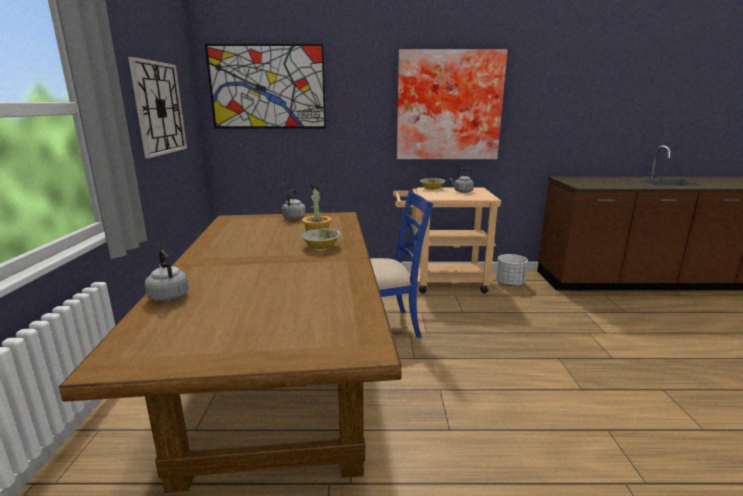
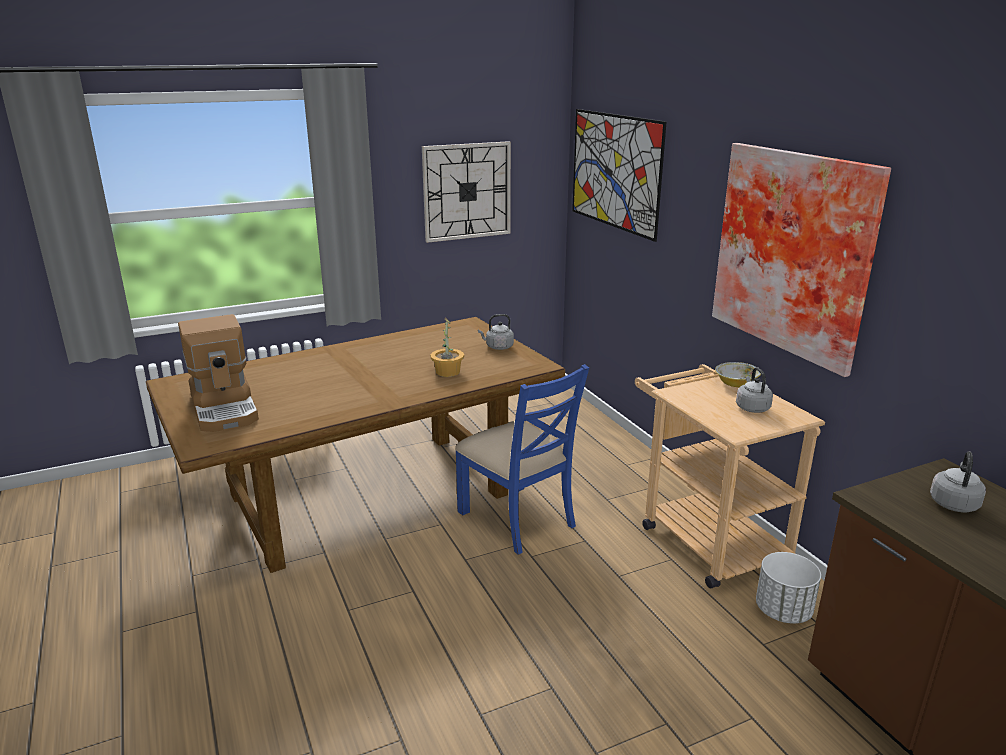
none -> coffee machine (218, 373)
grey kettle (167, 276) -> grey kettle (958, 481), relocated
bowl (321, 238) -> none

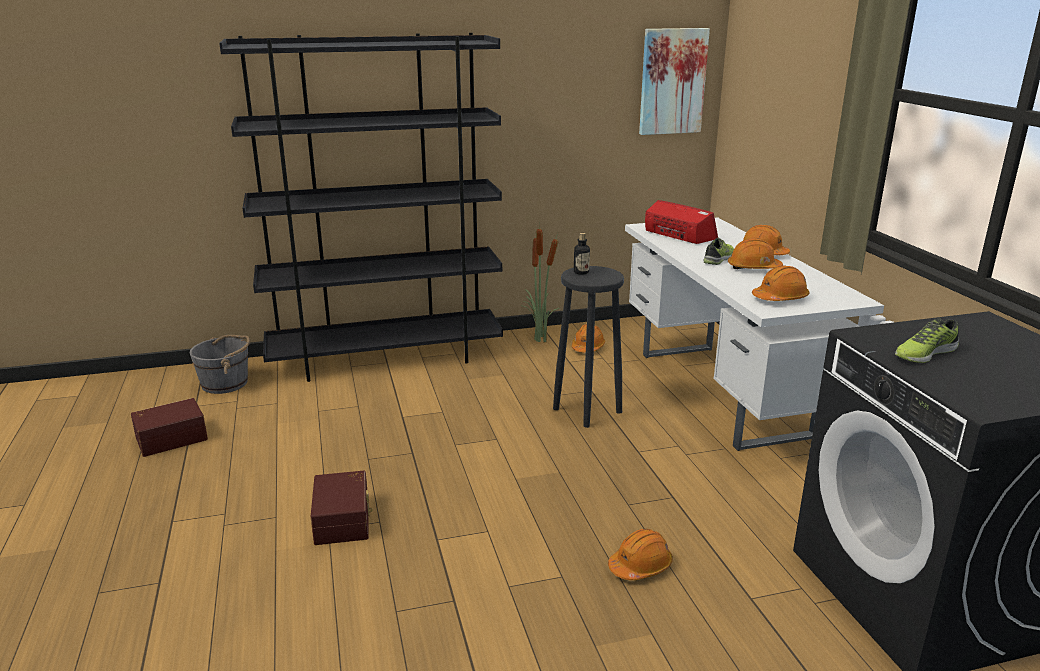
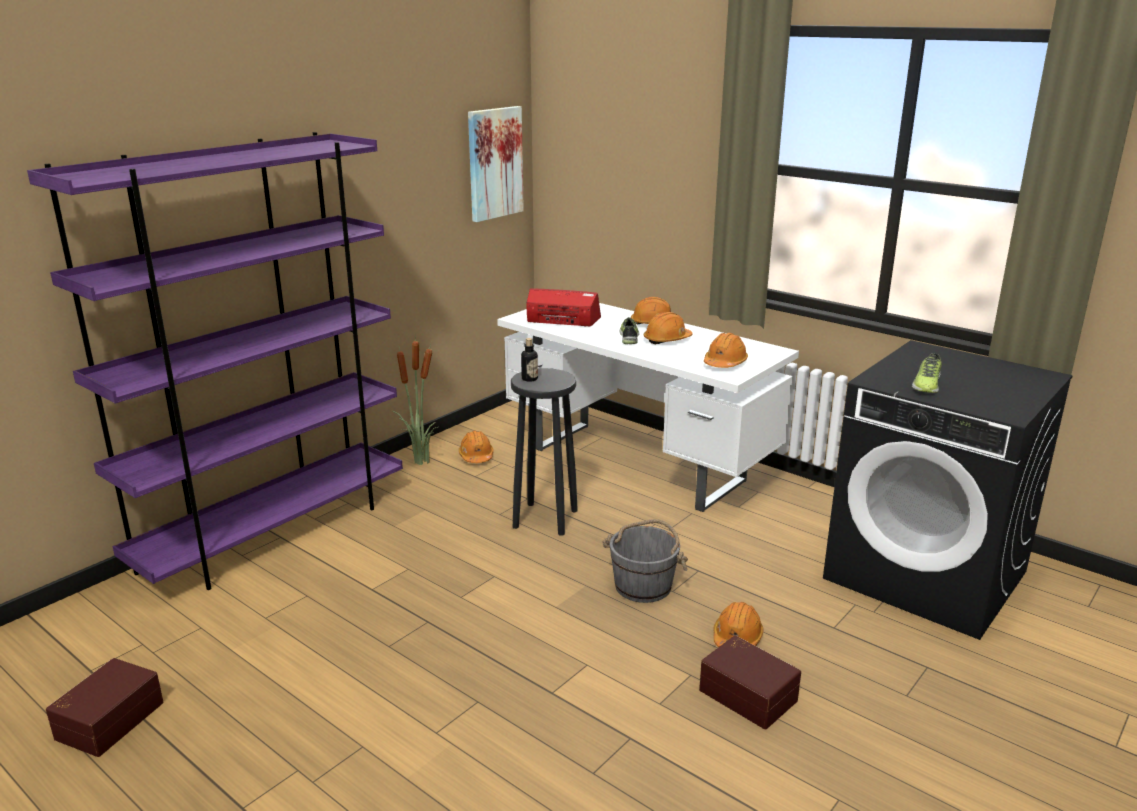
black bookcase (361, 207) -> purple bookcase (215, 361)
grey bucket (220, 364) -> grey bucket (645, 561), relocated
brown storage box (341, 508) -> brown storage box (750, 682), relocated

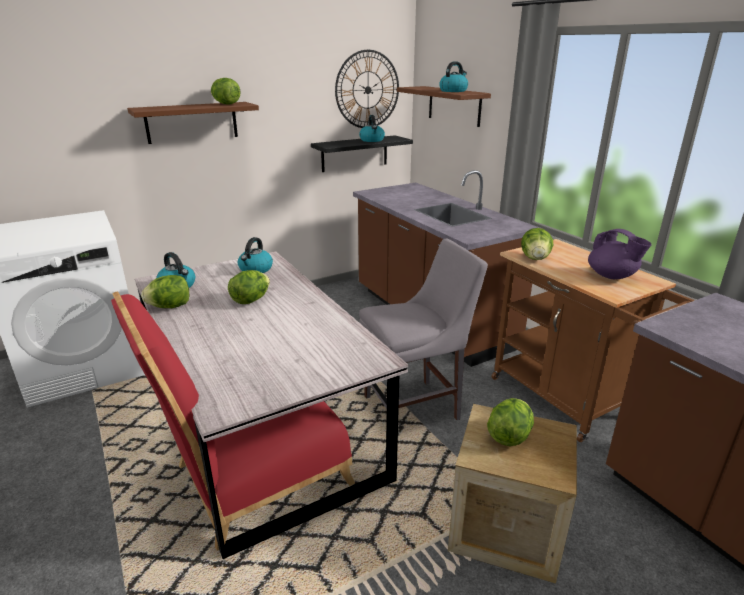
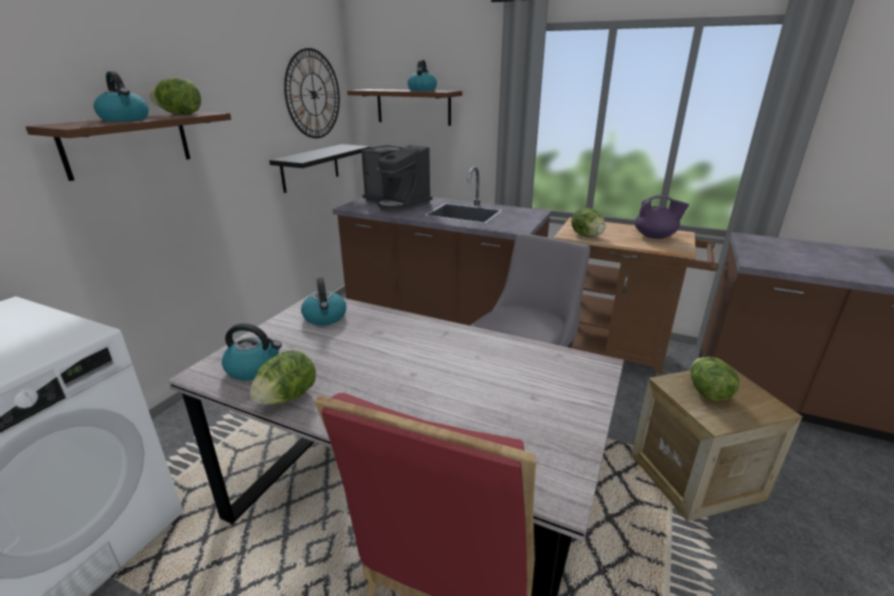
kettle (372, 128) -> kettle (121, 96), relocated
none -> coffee machine (397, 178)
lettuce (249, 287) -> none

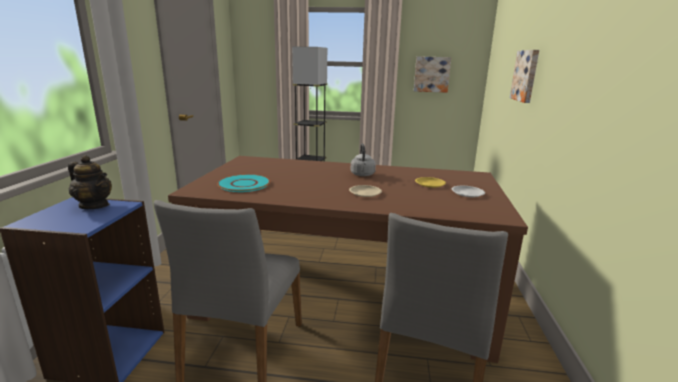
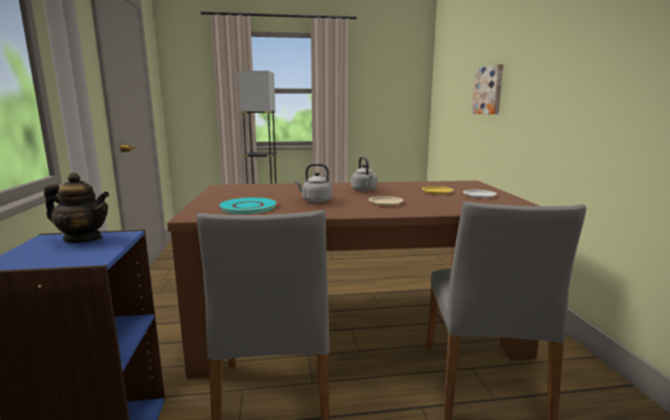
none -> grey kettle (313, 183)
picture (432, 74) -> none

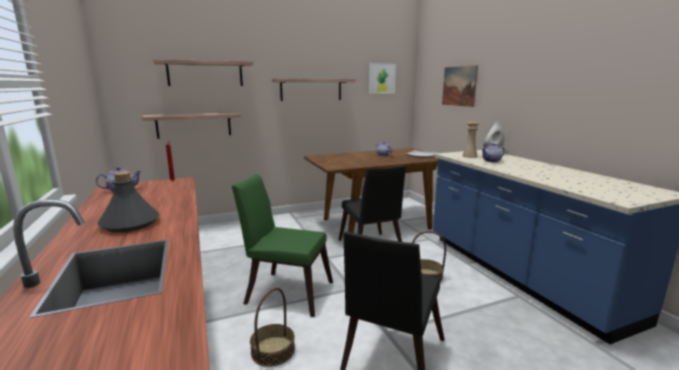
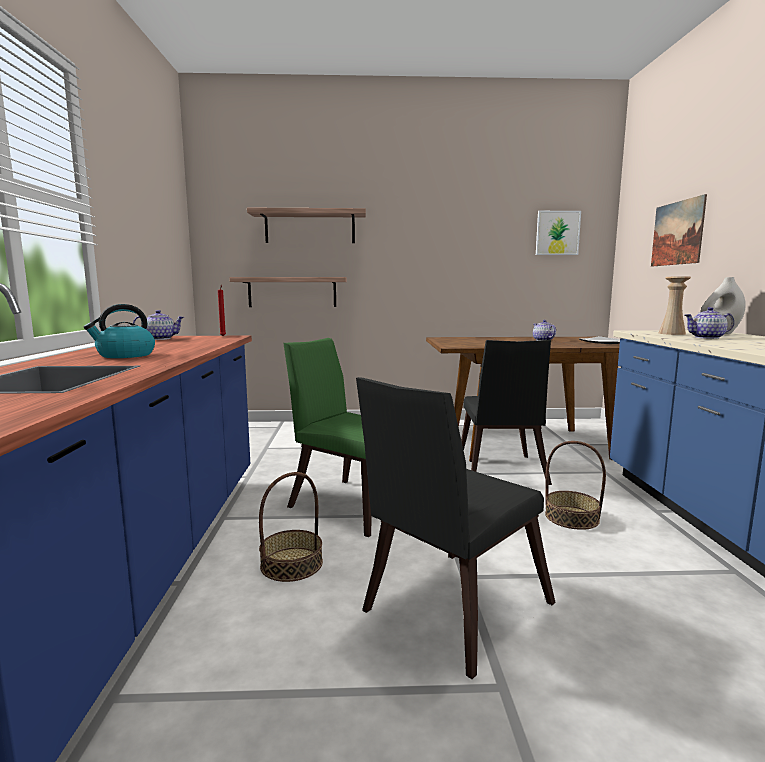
grey bottle (128, 201) -> kettle (119, 331)
shelf (313, 89) -> none

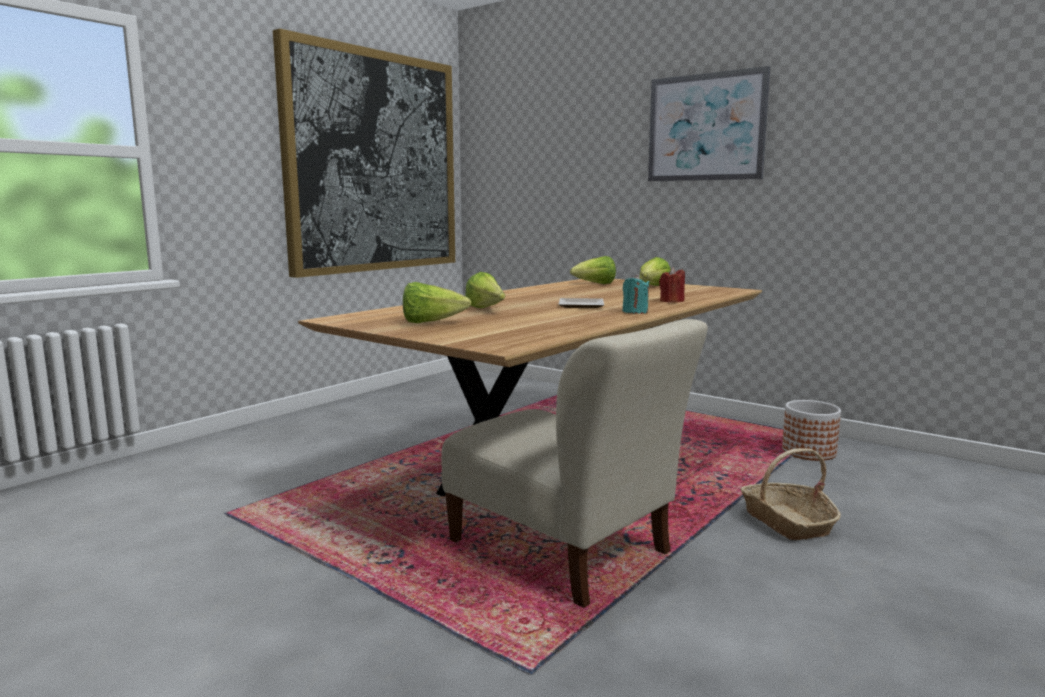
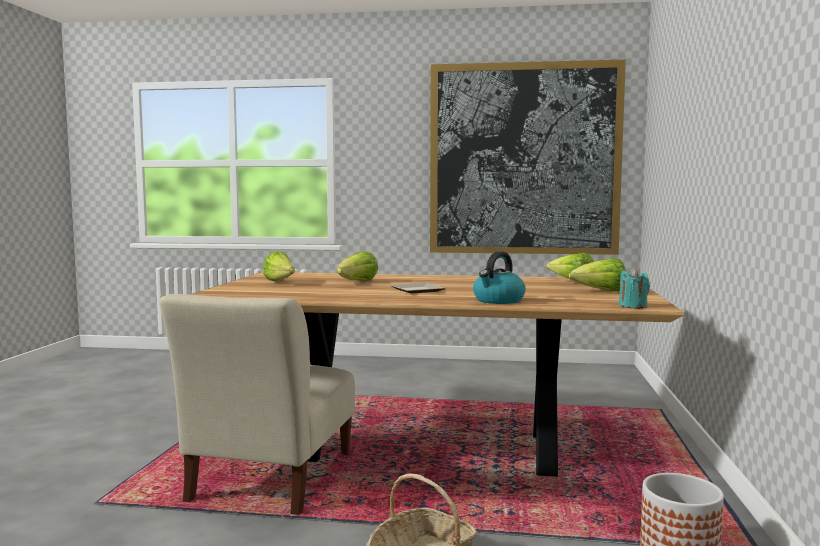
red candle (672, 284) -> kettle (499, 277)
turquoise candle (636, 294) -> turquoise candle (634, 288), relocated
picture (709, 123) -> none

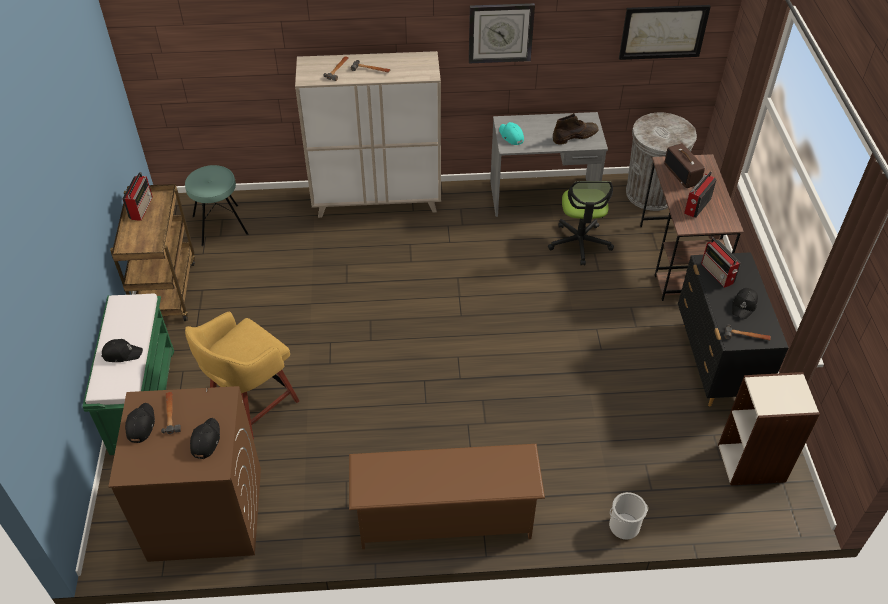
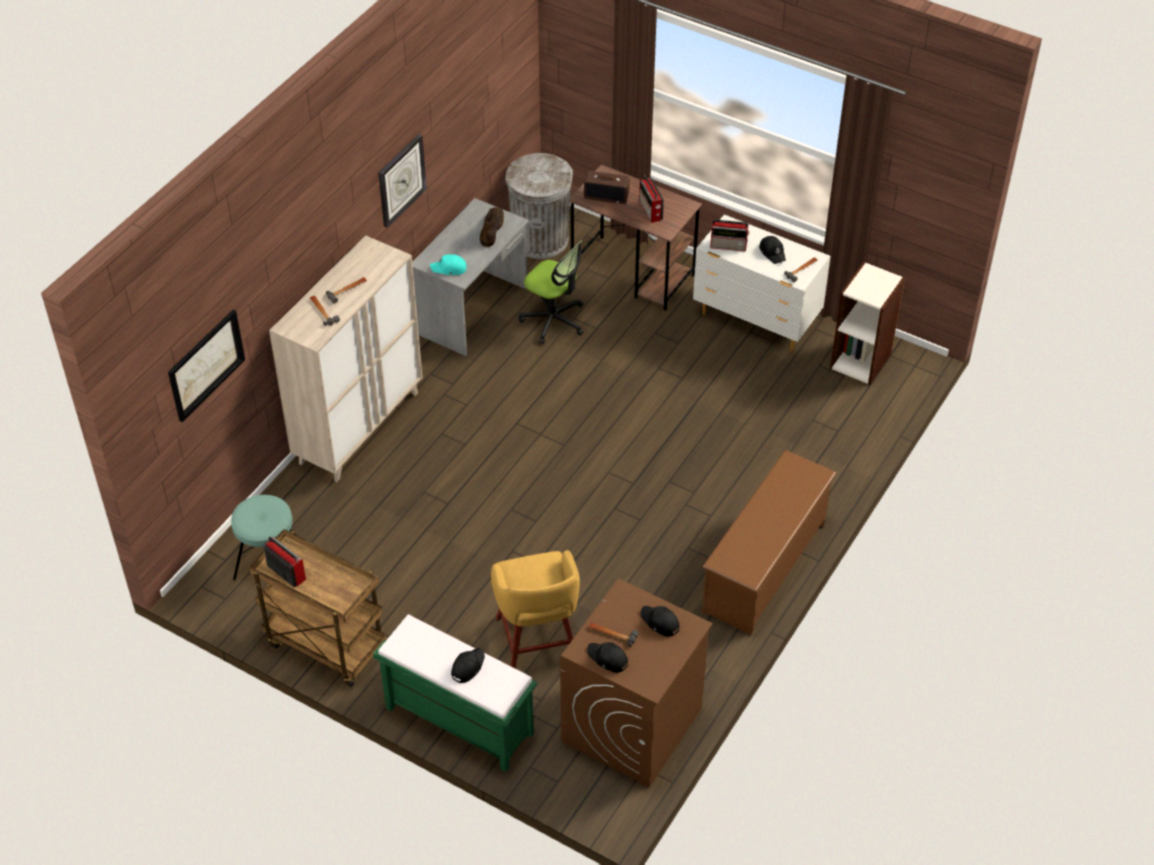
picture (665, 32) -> picture (206, 366), relocated
black dresser (733, 329) -> white dresser (762, 283)
bucket (628, 516) -> none

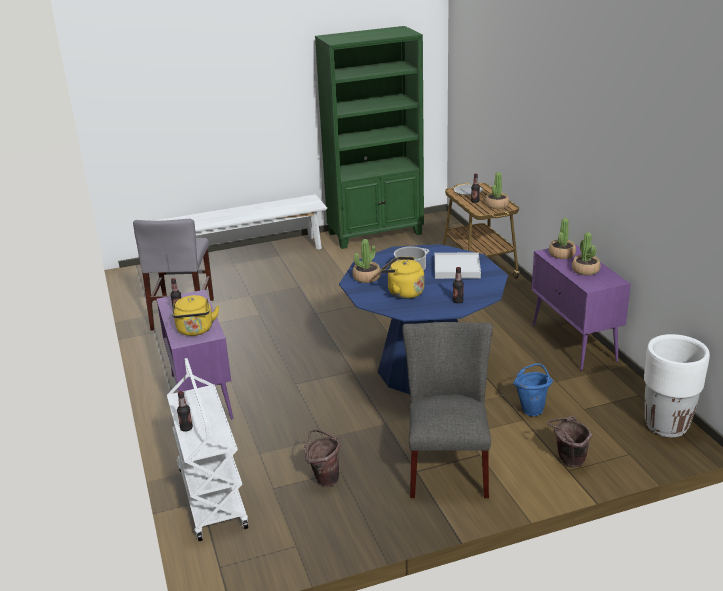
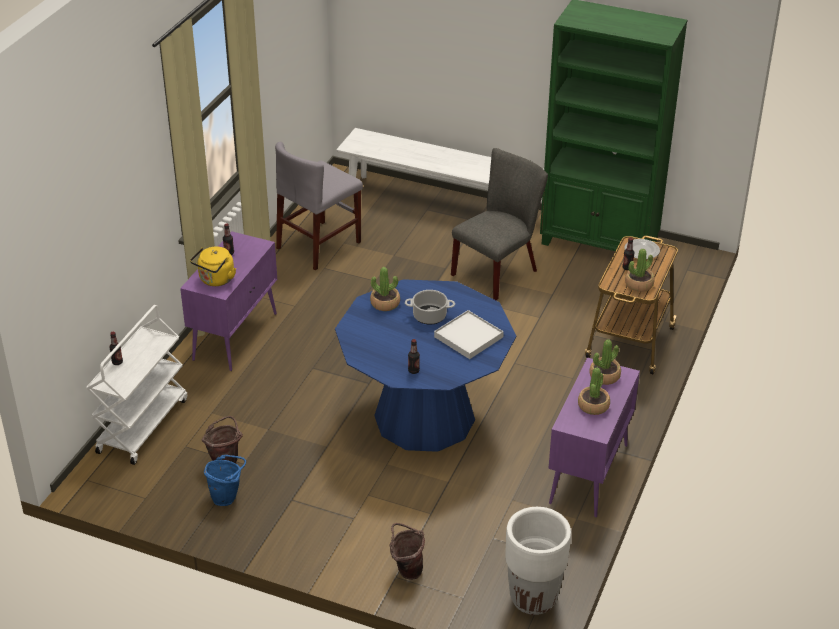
blue bucket (533, 389) -> blue bucket (225, 480), relocated
grey chair (448, 410) -> grey chair (499, 224), relocated
yellow kettle (402, 278) -> none

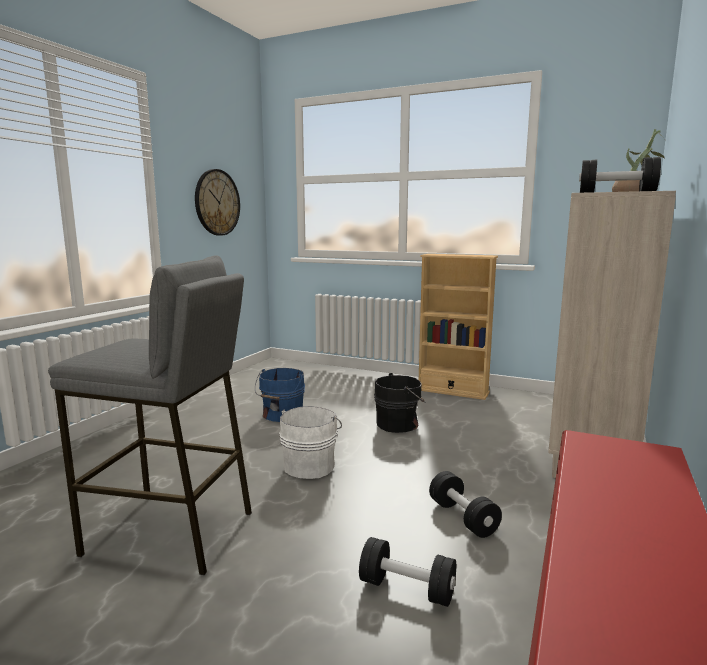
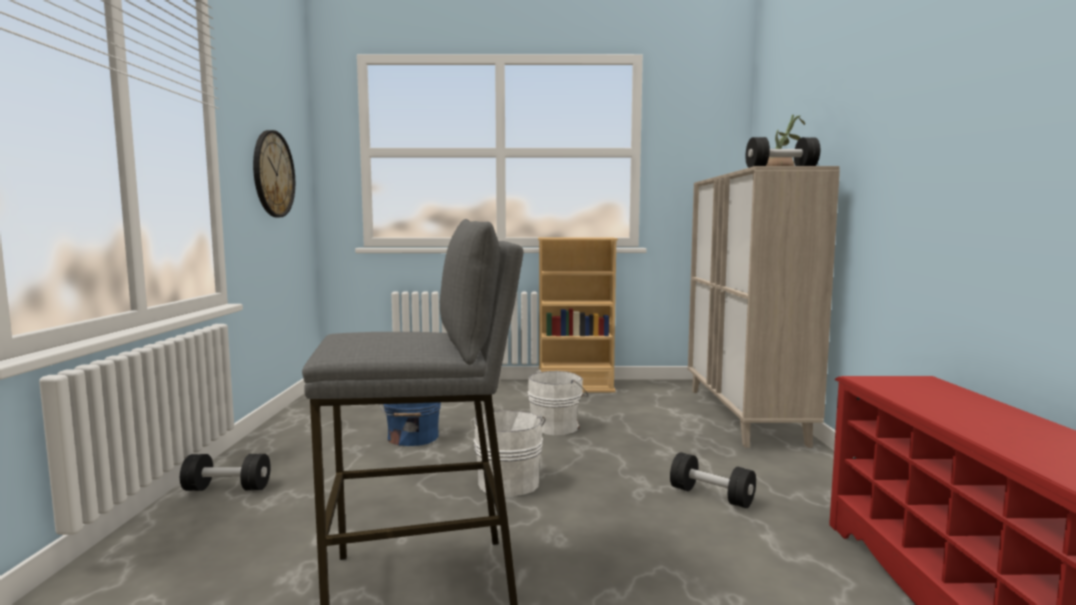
black dumbbell (407, 572) -> black dumbbell (225, 472), relocated
black bucket (400, 403) -> white bucket (558, 402)

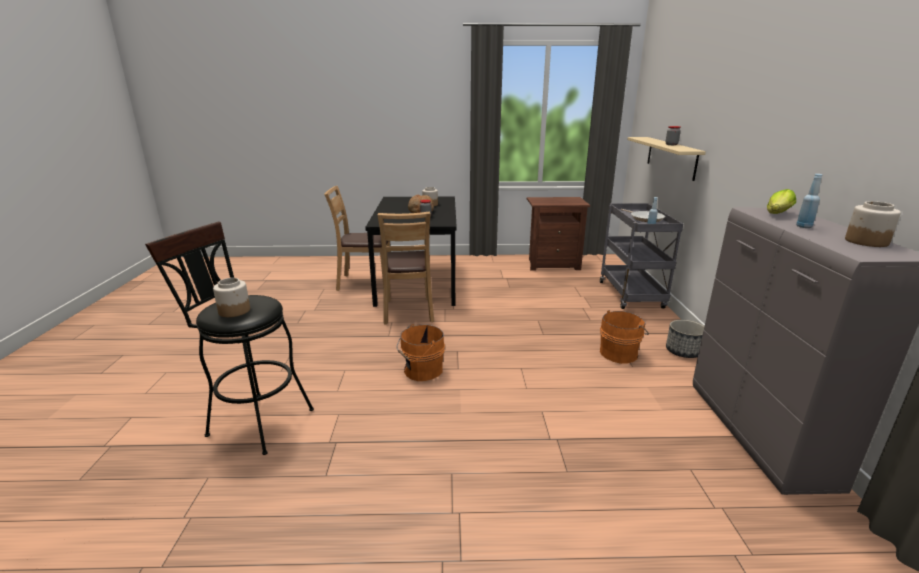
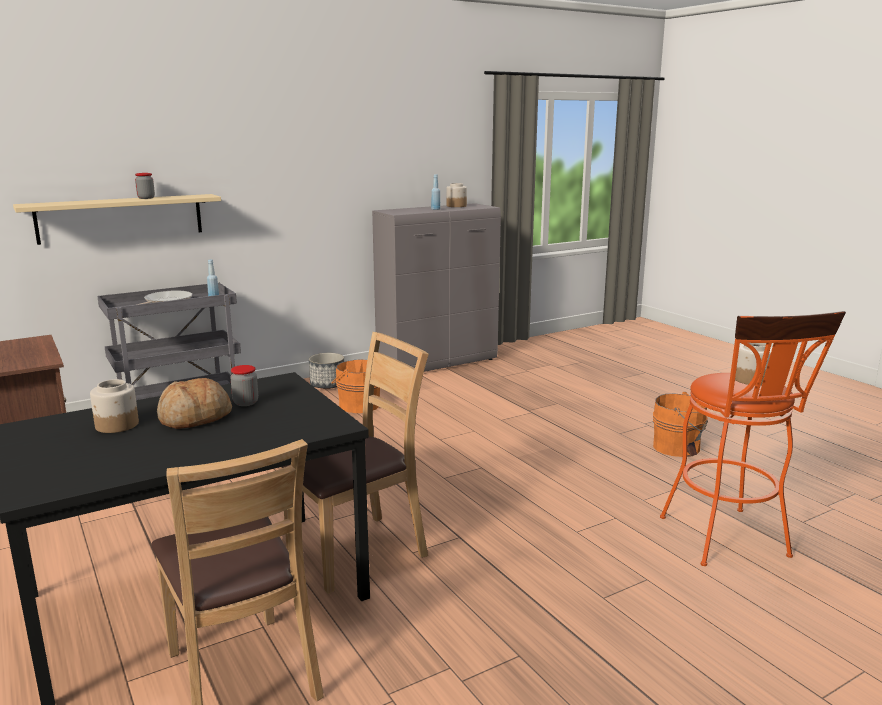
orange bucket (421, 352) -> orange bucket (680, 424), relocated
black stool (229, 338) -> orange stool (753, 438)
lettuce (781, 201) -> none

